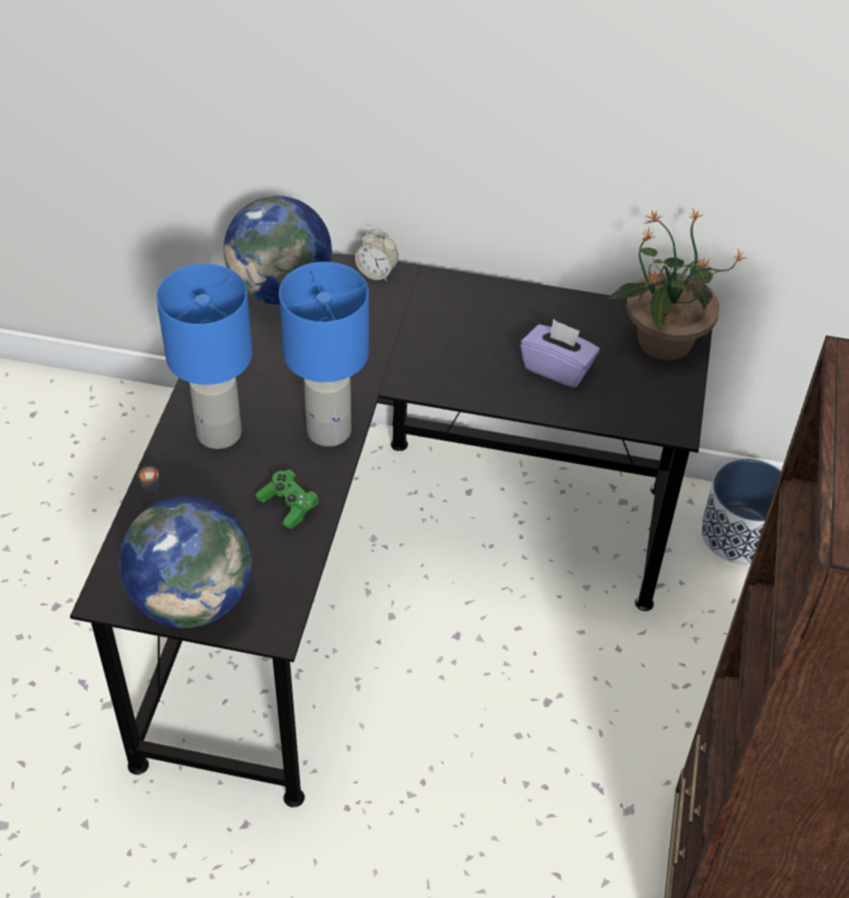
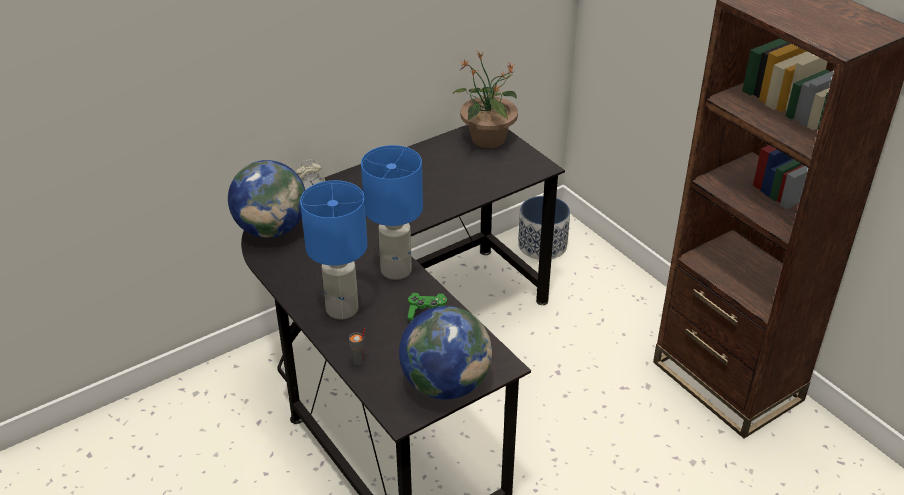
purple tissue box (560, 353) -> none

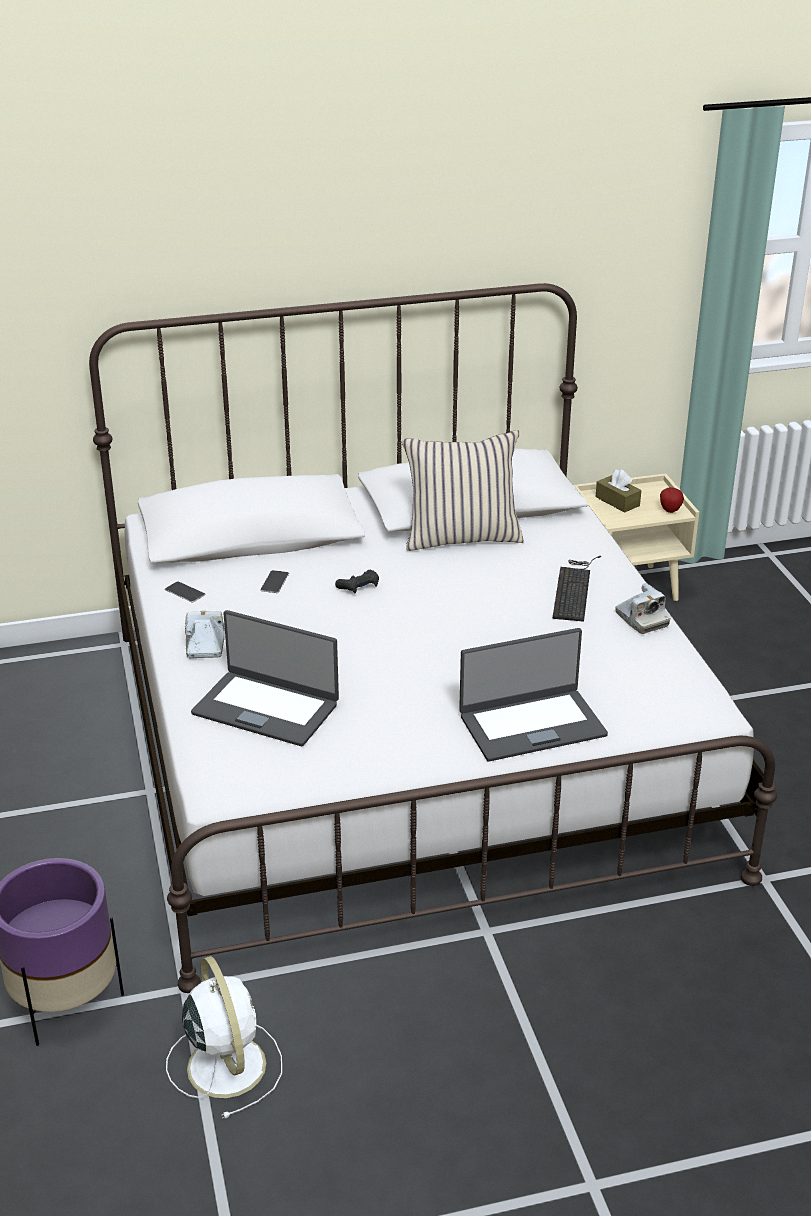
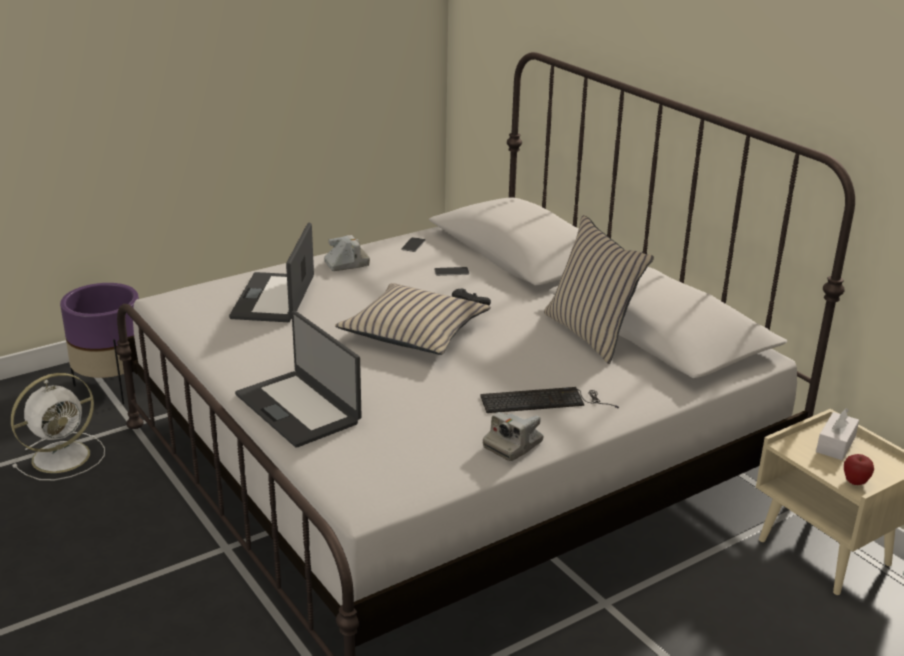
none -> beige pillow (413, 319)
brown tissue box (618, 491) -> white tissue box (837, 434)

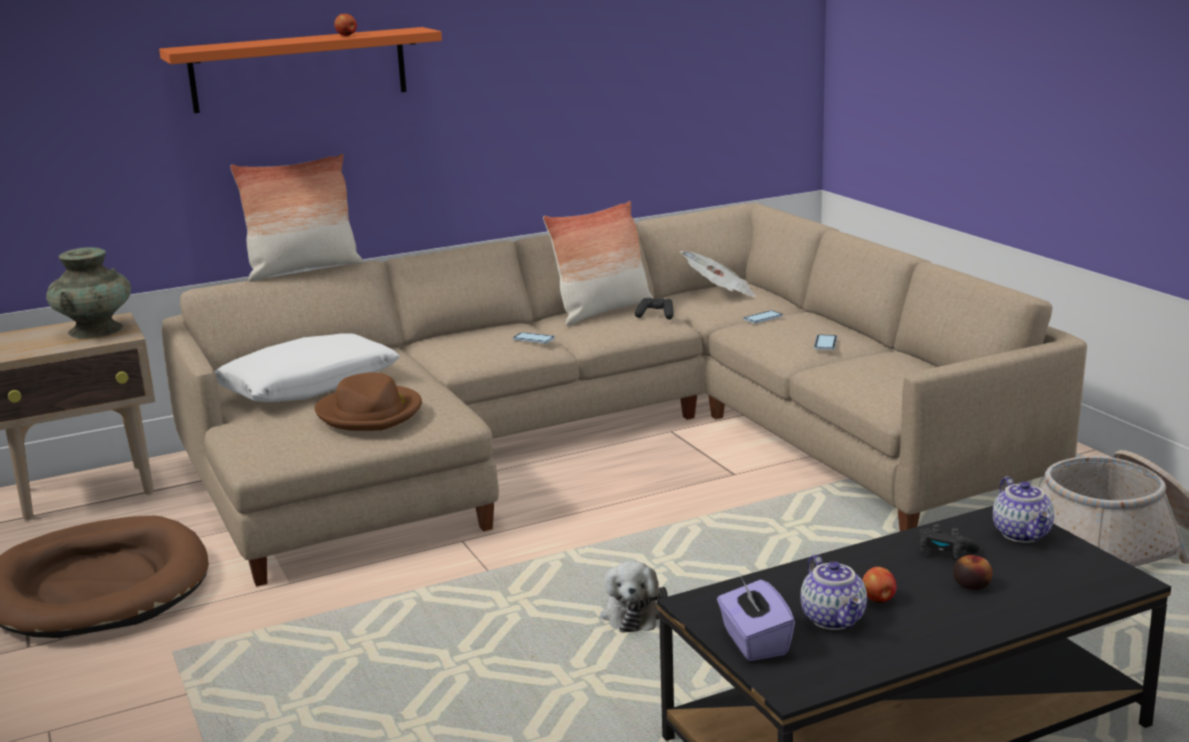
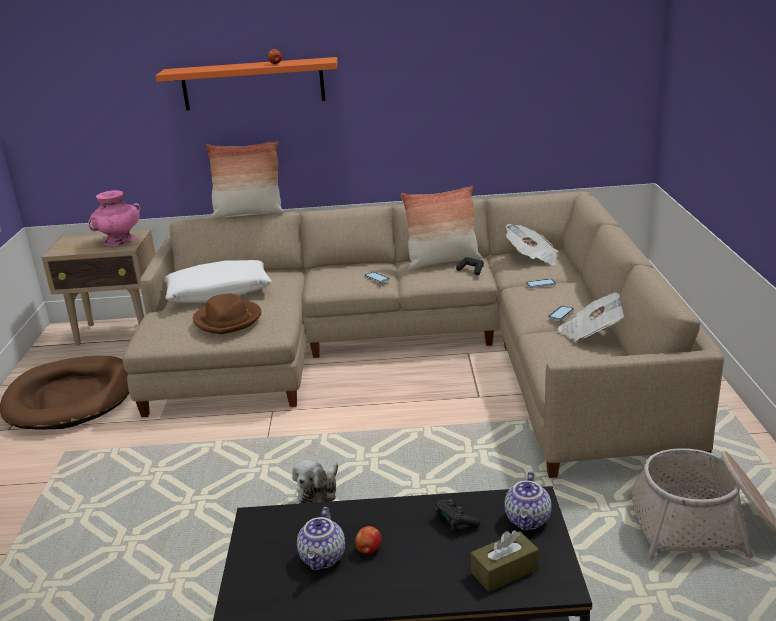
turquoise vase (88, 293) -> pink vase (114, 218)
none -> brown tissue box (504, 561)
none -> newspaper (591, 317)
purple tissue box (756, 619) -> none
apple (972, 572) -> none

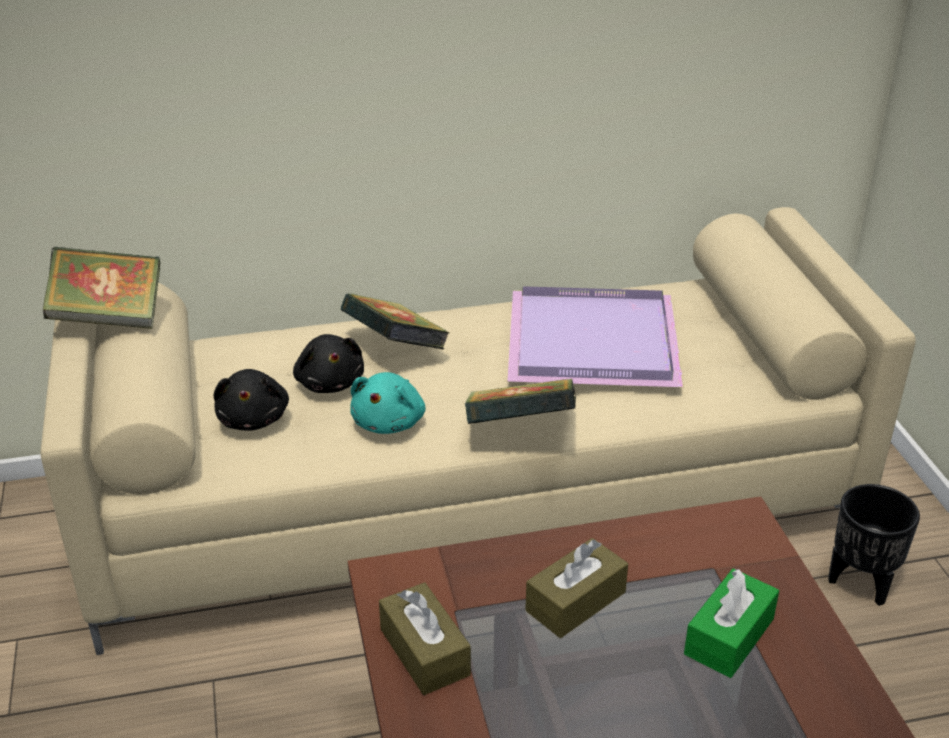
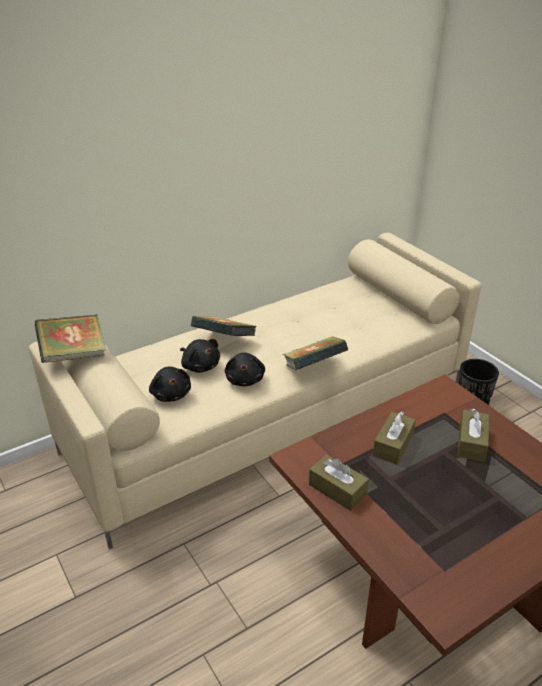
turquoise plush toy (387, 403) -> black plush toy (245, 369)
green tissue box (731, 623) -> brown tissue box (473, 435)
purple tray (596, 336) -> none

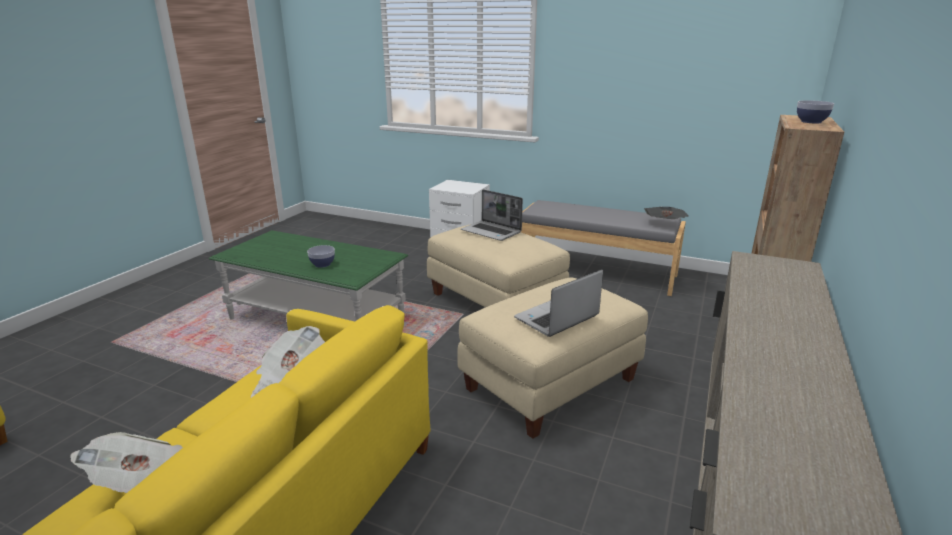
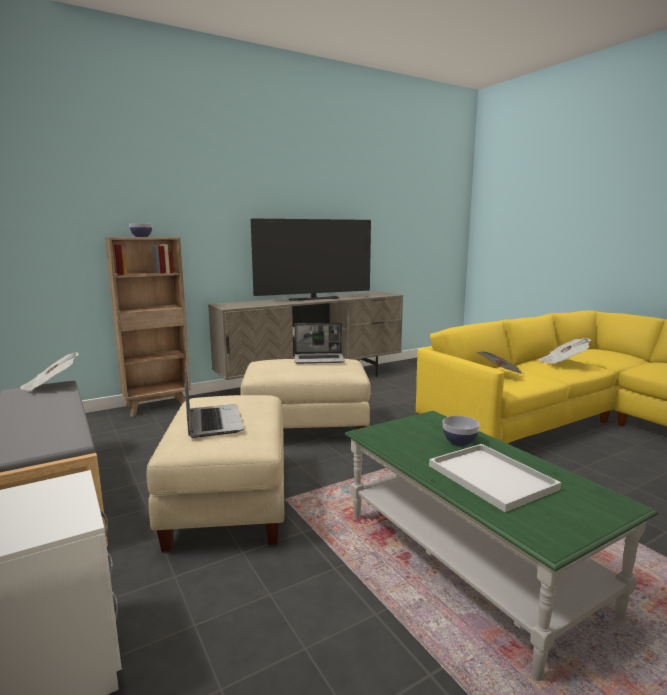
none -> television (311, 260)
none -> white tray (495, 478)

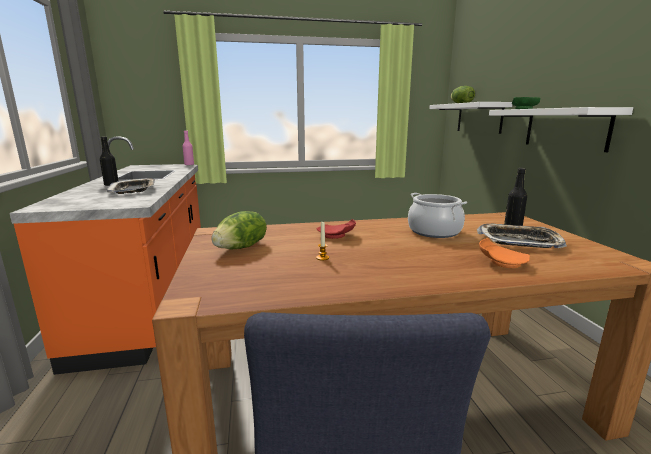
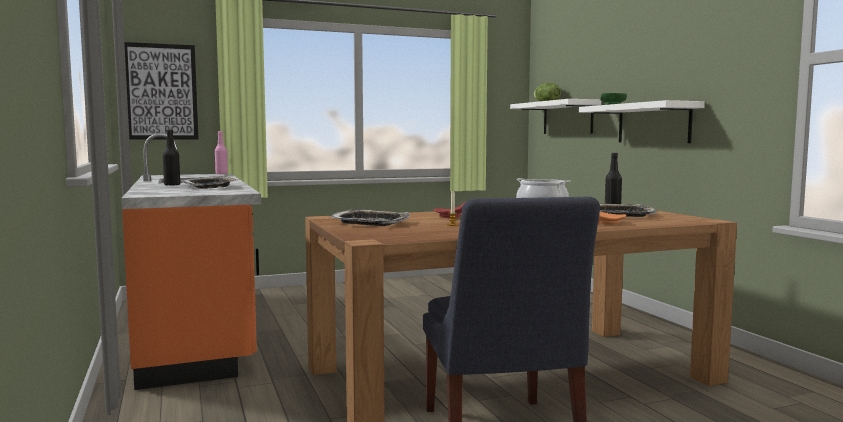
none -> picture (161, 91)
lettuce (239, 230) -> tray (370, 217)

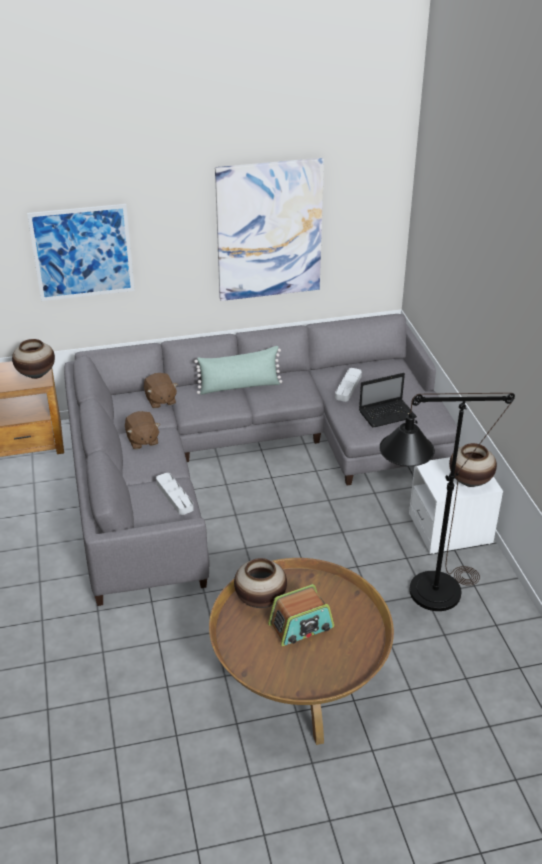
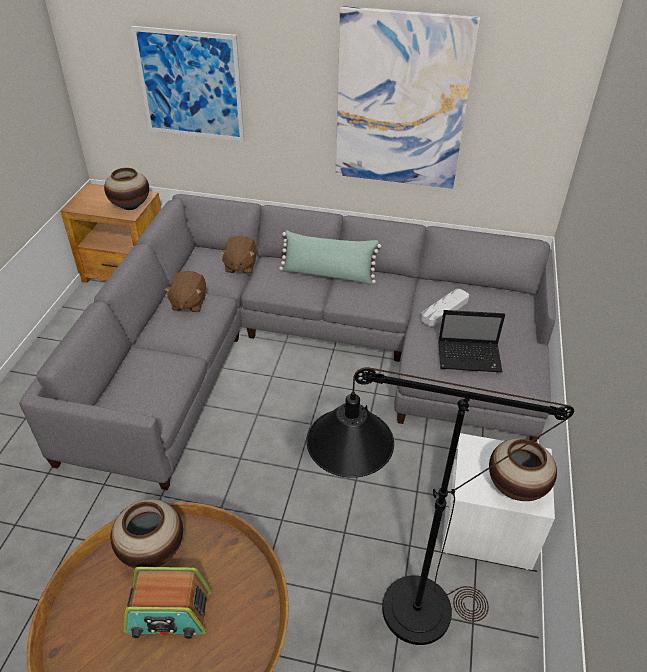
grey tray (175, 494) -> none

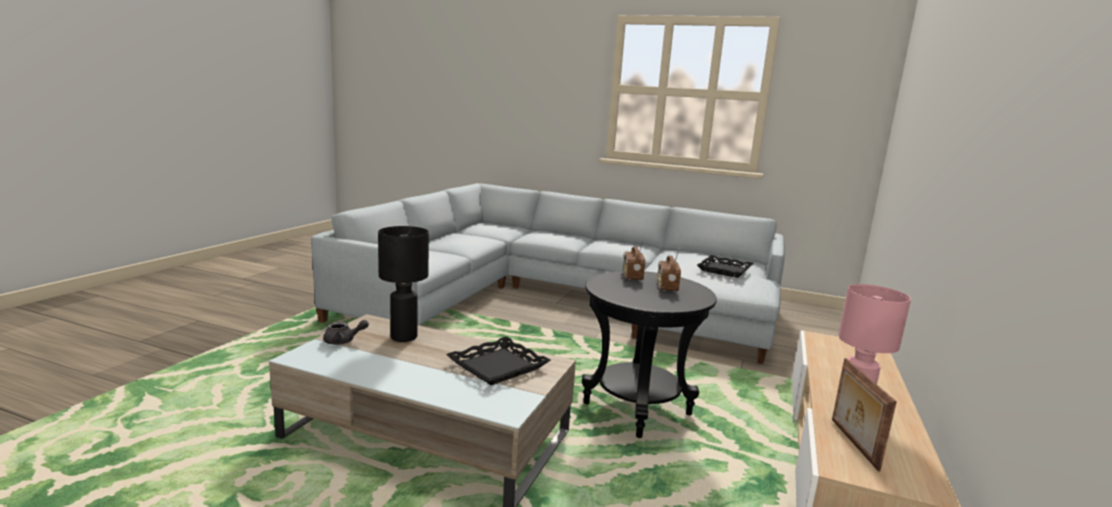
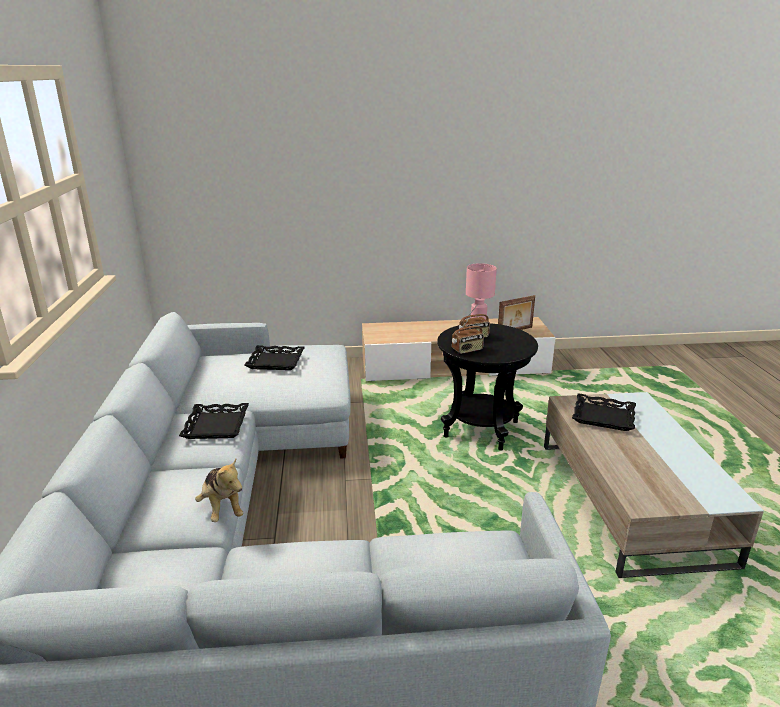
none -> black tray (214, 421)
none -> plush toy (219, 490)
grey teapot (346, 332) -> none
black table lamp (403, 284) -> none

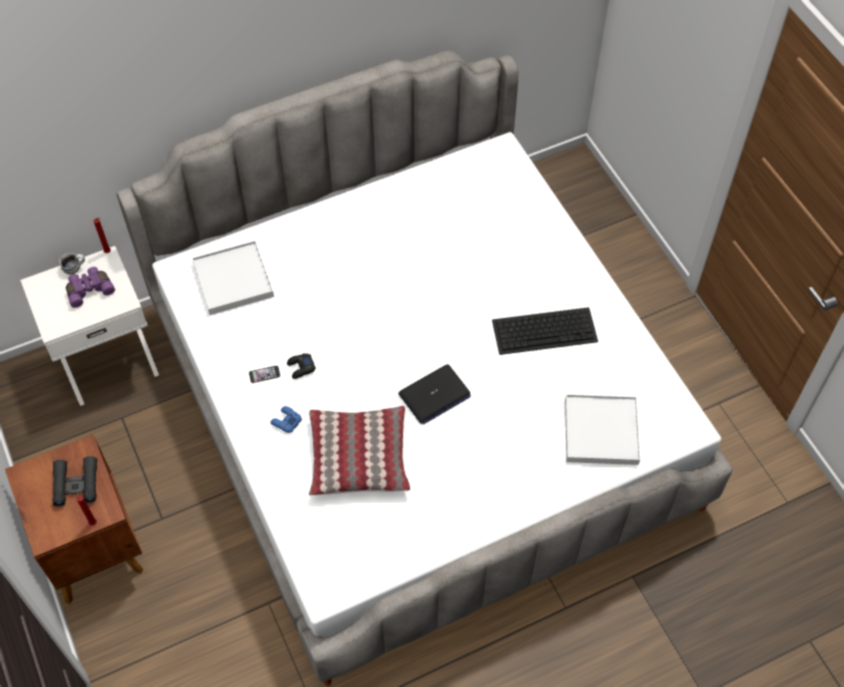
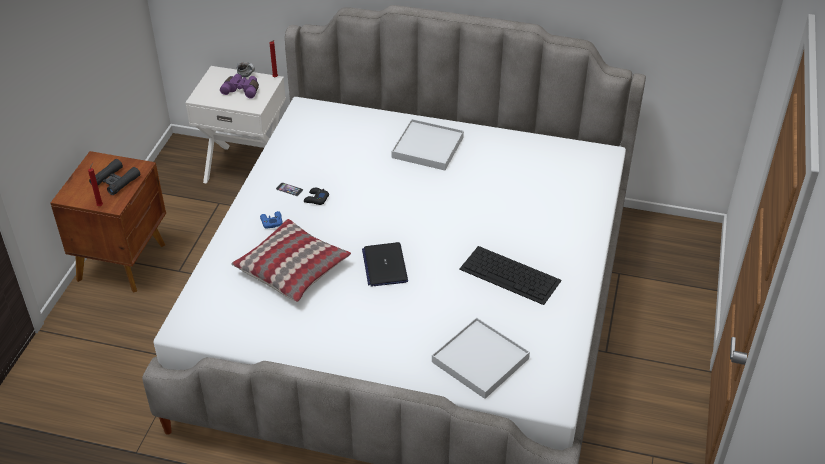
laptop (434, 394) -> laptop (385, 264), 75 degrees clockwise
white tray (233, 278) -> white tray (428, 144), relocated

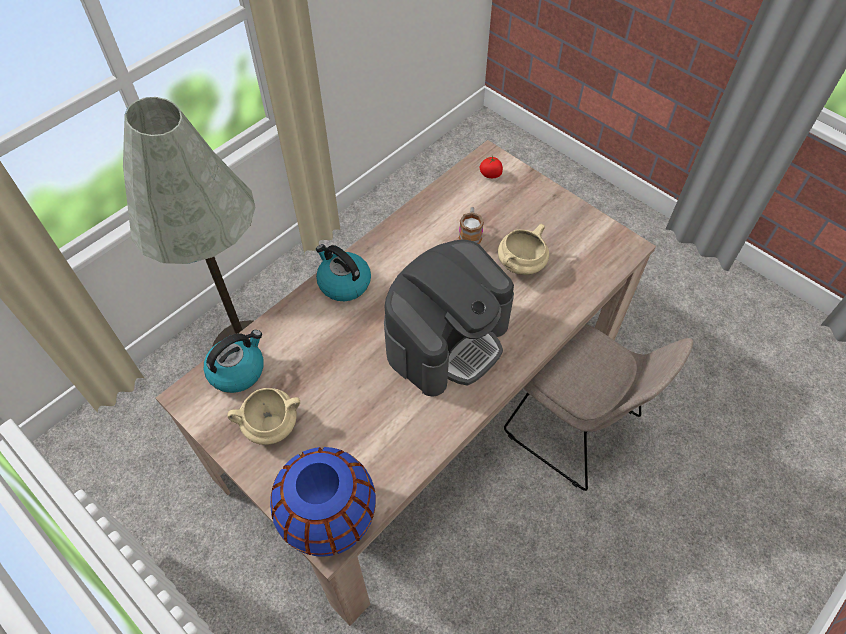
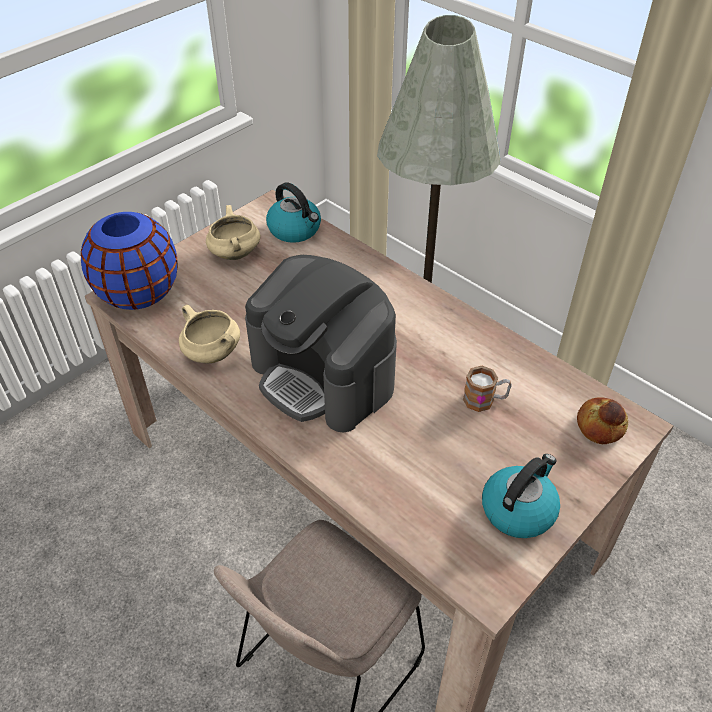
beige cooking pot (523, 249) -> beige cooking pot (209, 334), relocated
kettle (343, 272) -> kettle (521, 496), relocated
tomato (491, 167) -> bread (602, 421)

